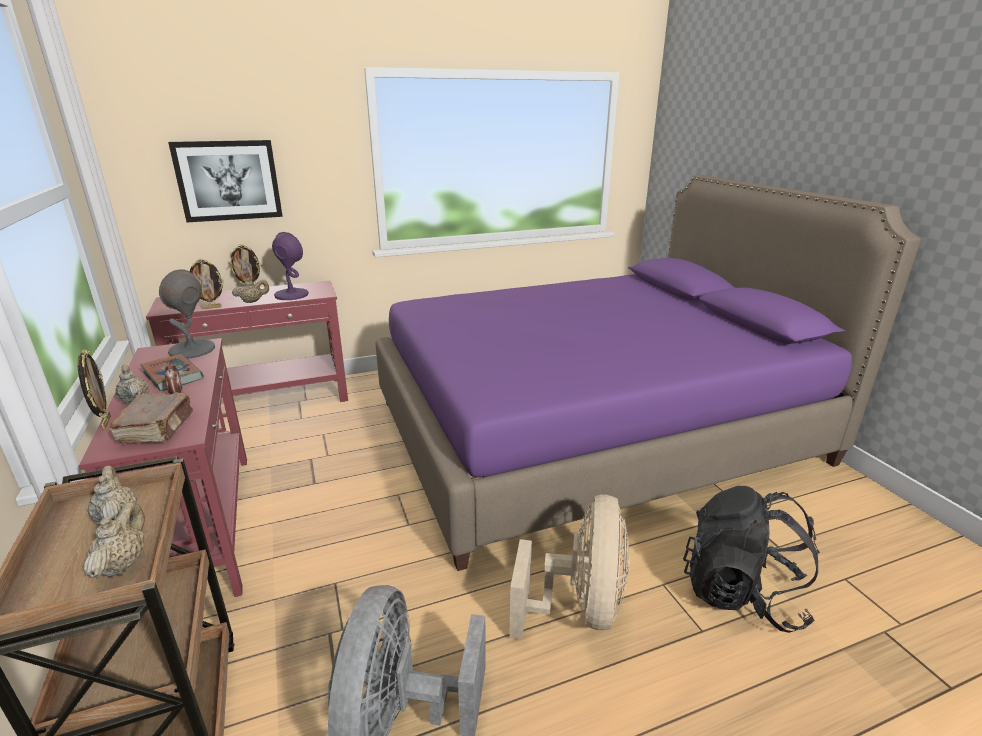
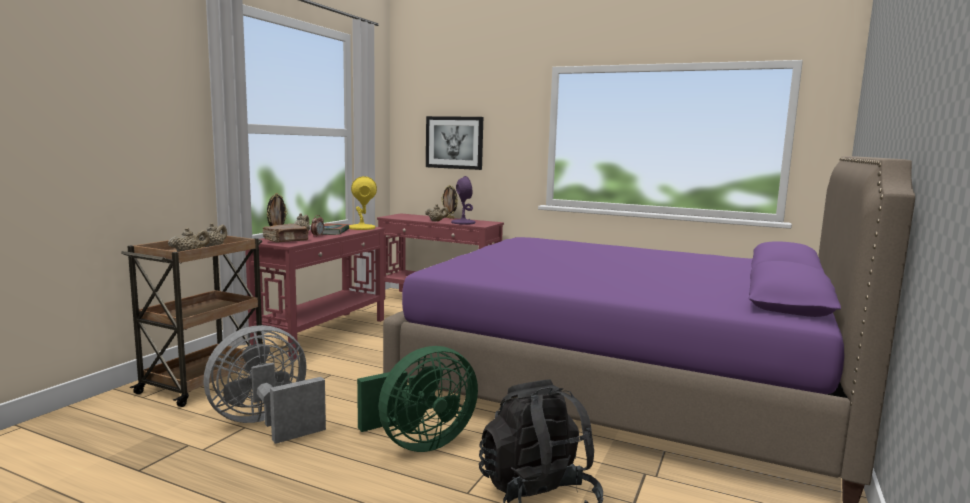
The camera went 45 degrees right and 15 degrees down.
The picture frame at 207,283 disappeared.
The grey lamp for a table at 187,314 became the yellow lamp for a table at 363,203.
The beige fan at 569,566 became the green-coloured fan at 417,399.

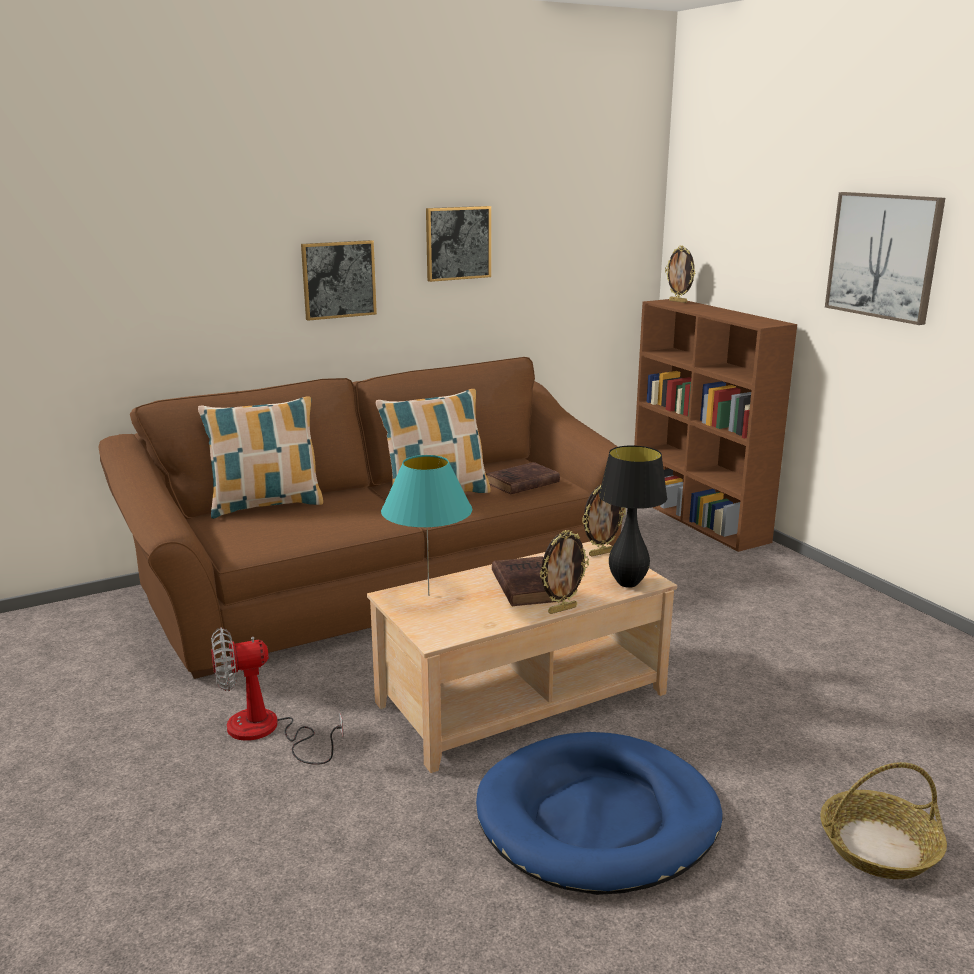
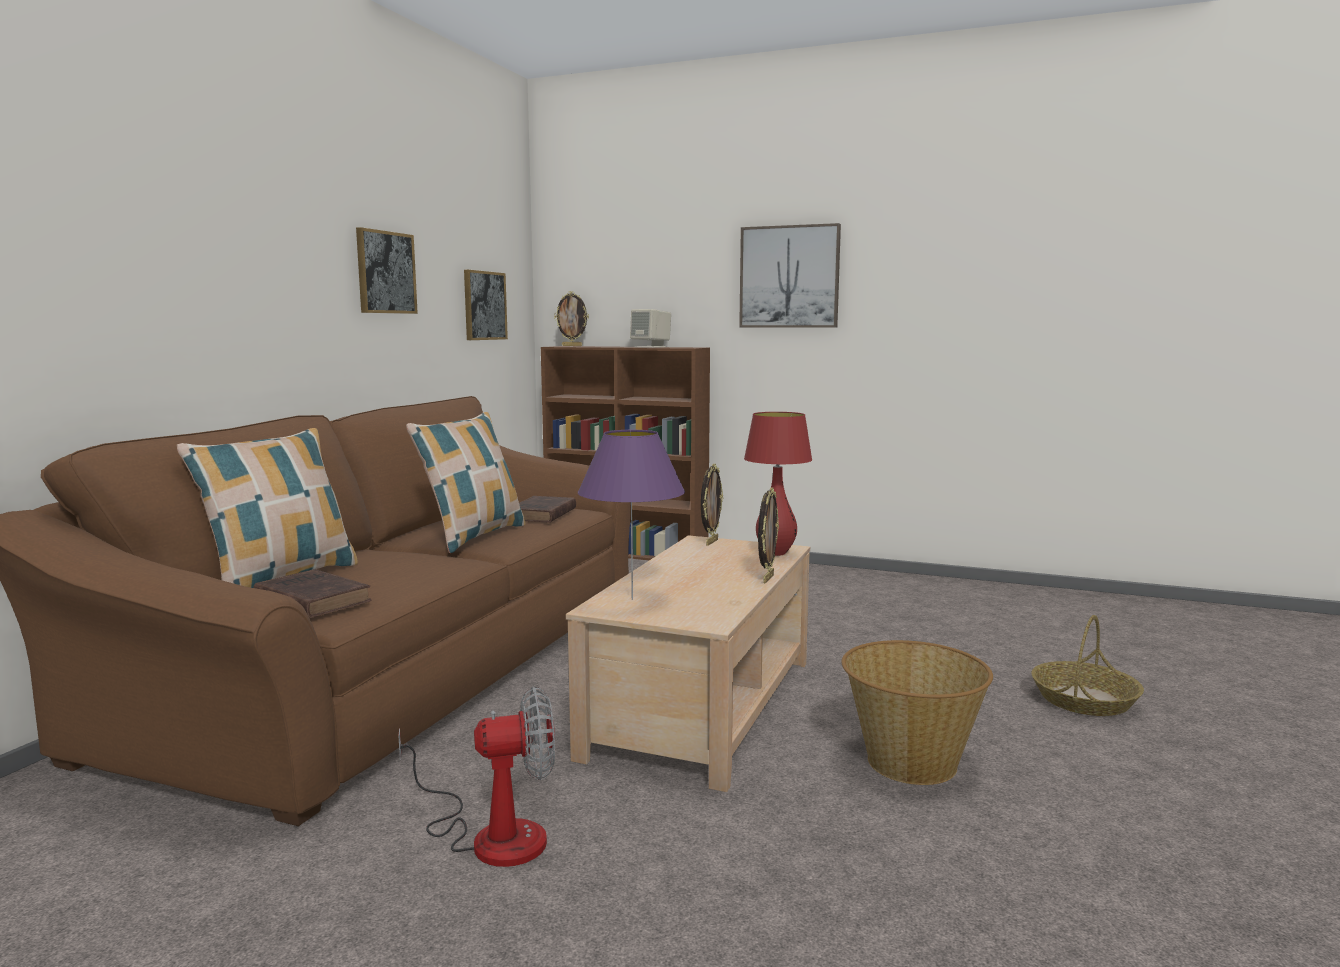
The camera went 40 degrees left and 10 degrees down.
The beige audio speaker at 650,328 appeared.
The wall art moved from 339,280 to 486,305.
The brown-coloured volume moved from 526,581 to 312,593.
The blue dog bed at 599,813 was replaced by the storage basket at 917,712.
The turquoise-coloured lamp for a table at 426,525 became the purple lamp for a table at 631,515.
The black lamp for a table at 633,516 became the red lamp for a table at 778,484.
The fan at 277,696 turned 135 degrees counterclockwise.

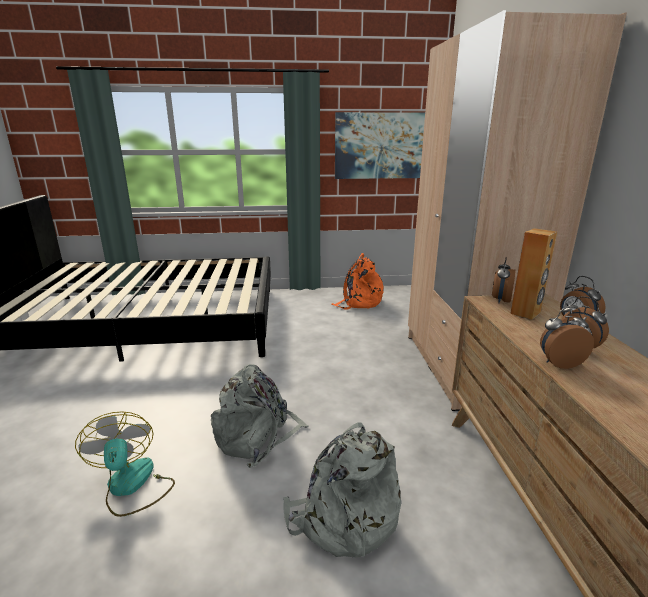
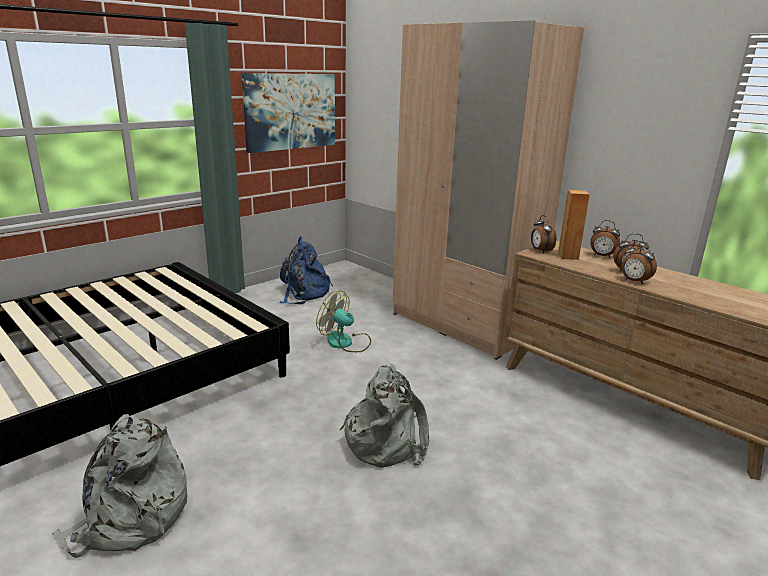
The camera went 40 degrees left and 0 degrees up.
The fan moved from 125,464 to 343,321.
The grey backpack moved from 342,490 to 119,486.
The orangey backpack at 357,281 became the blue backpack at 306,270.
The alarm clock at 567,338 turned 90 degrees counterclockwise.

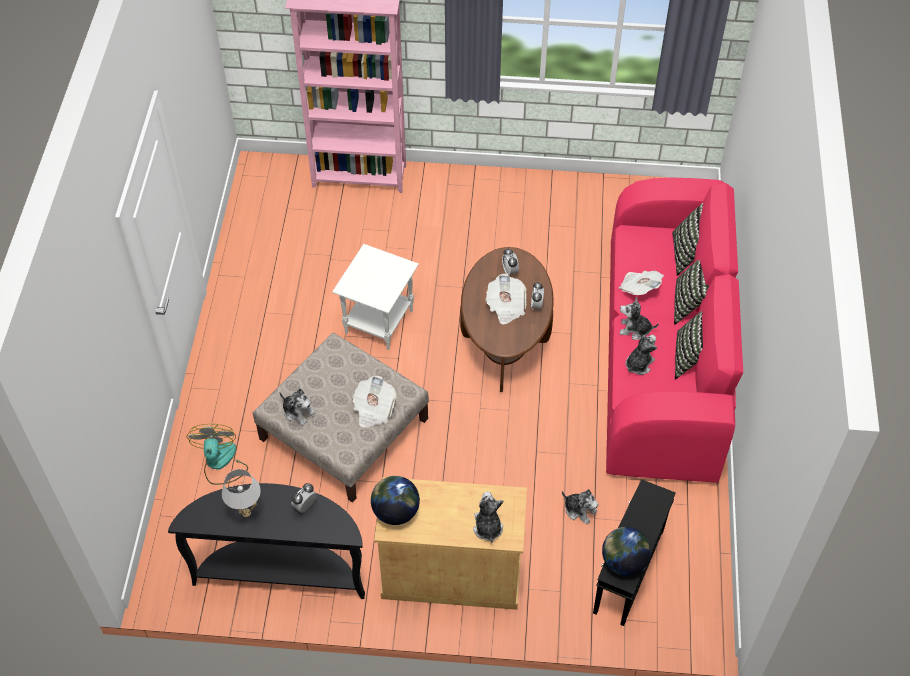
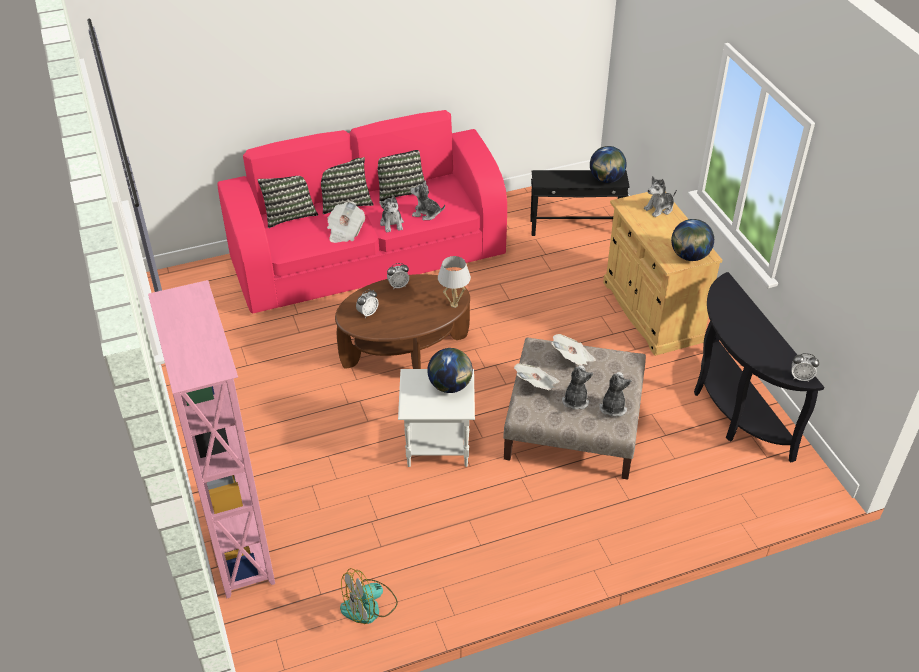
The camera went 115 degrees left and 10 degrees down.
The desk globe at 450,370 appeared.
The fan moved from 217,454 to 369,596.
The white lamp for a table moved from 241,493 to 454,282.
The alarm clock moved from 304,498 to 805,367.
The daily paper moved from 505,299 to 537,377.
The cuddly toy moved from 580,506 to 577,387.

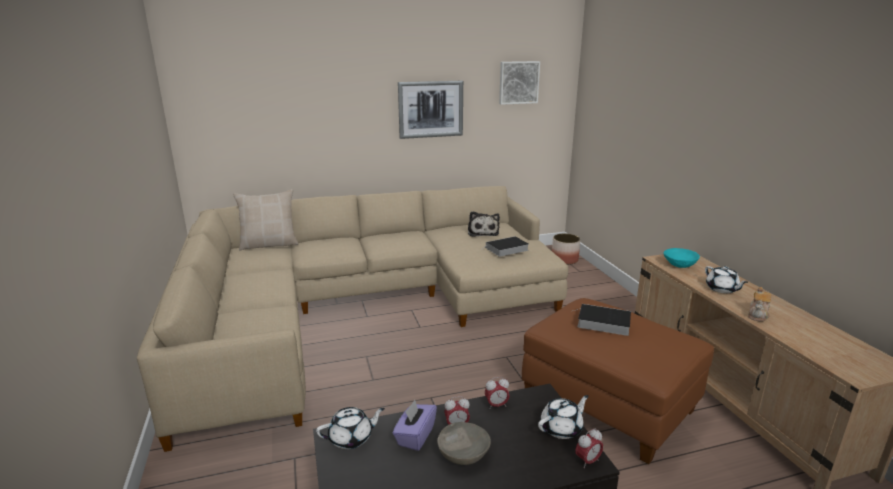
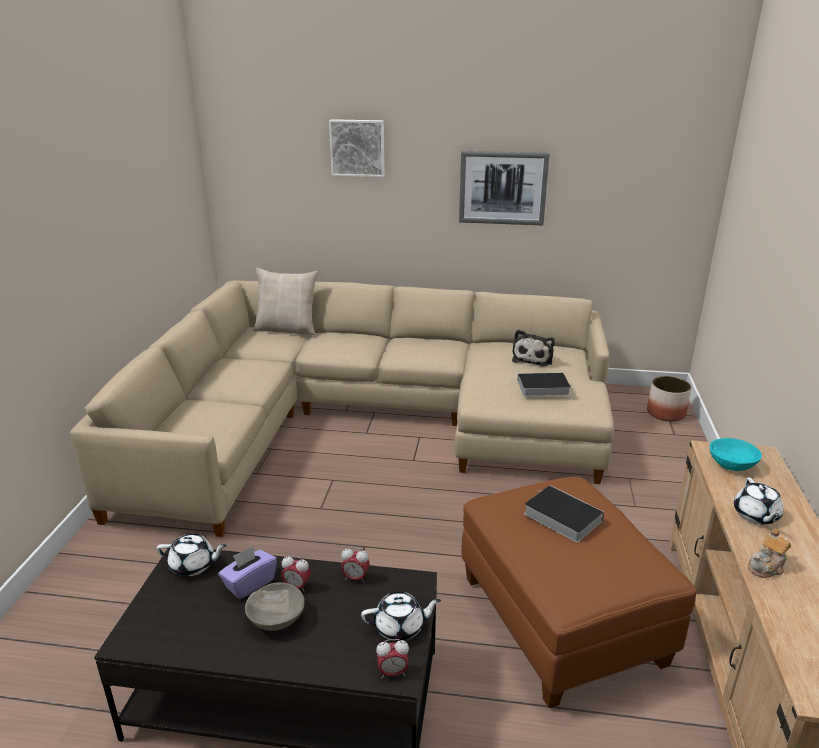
The camera went 25 degrees right and 5 degrees up.
The wall art moved from 519,83 to 357,148.

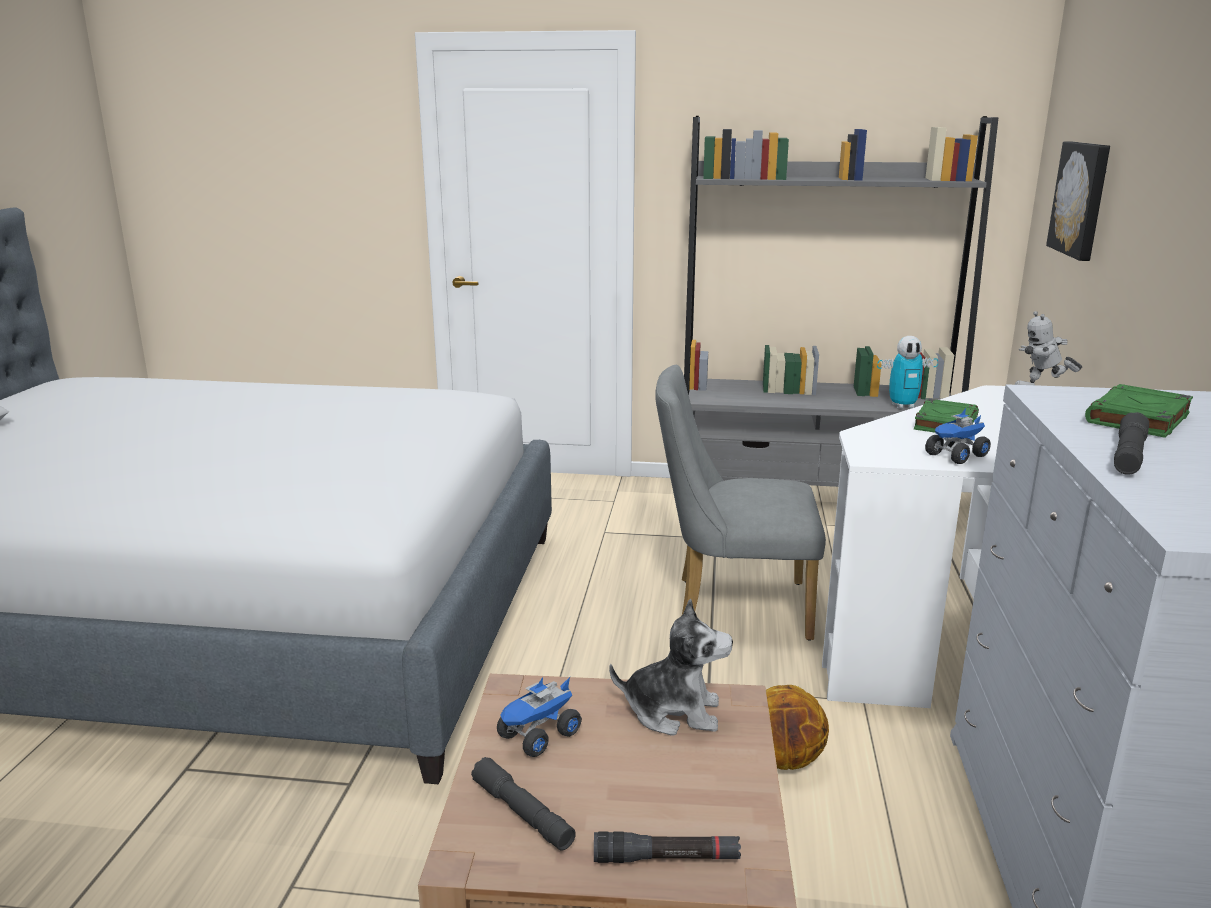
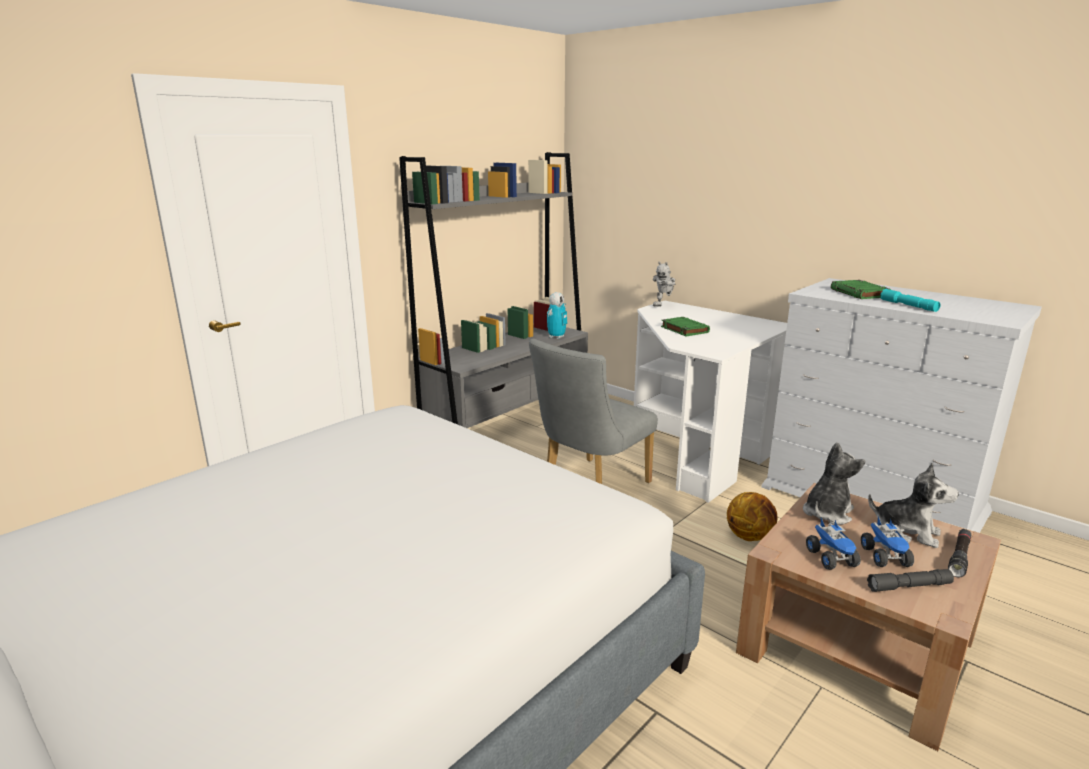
The camera went 55 degrees left and 0 degrees up.
The wall art at 1078,201 disappeared.
The cuddly toy at 913,505 appeared.
The toy lorry moved from 958,436 to 887,542.
The grey torch at 1131,443 became the turquoise-coloured torch at 910,300.

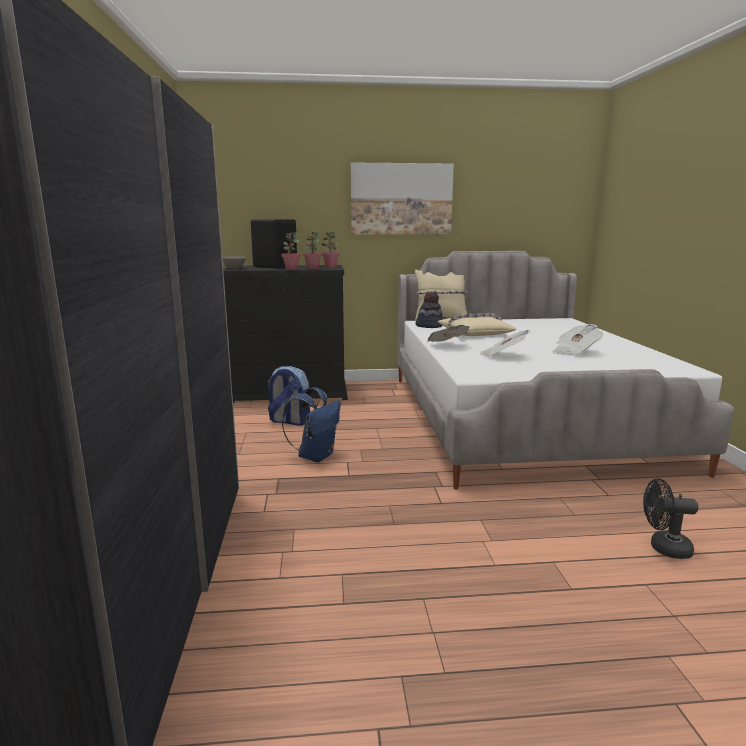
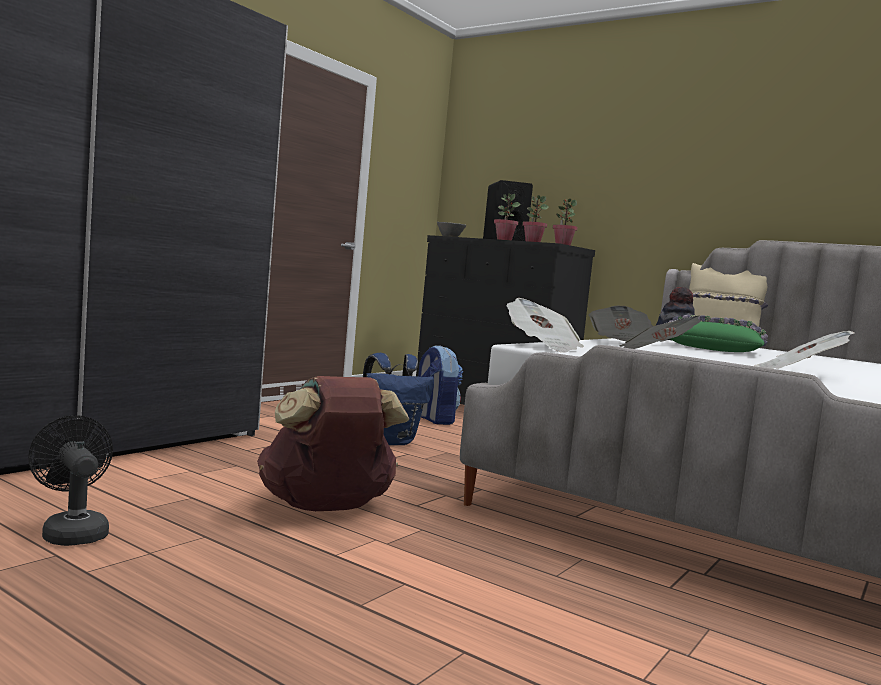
The camera went 40 degrees right and 10 degrees down.
The wall art at 402,198 disappeared.
The brown-coloured backpack at 333,443 appeared.
The daily paper at 545,325 appeared.
The black fan moved from 670,518 to 70,480.
The beige throw pillow at 477,324 became the green-coloured throw pillow at 718,333.

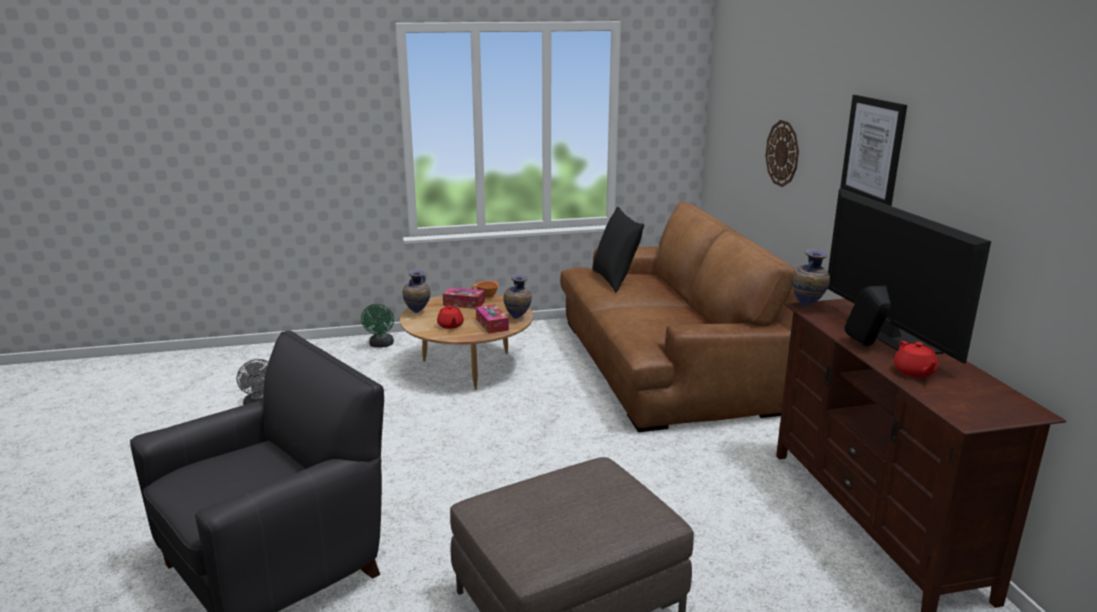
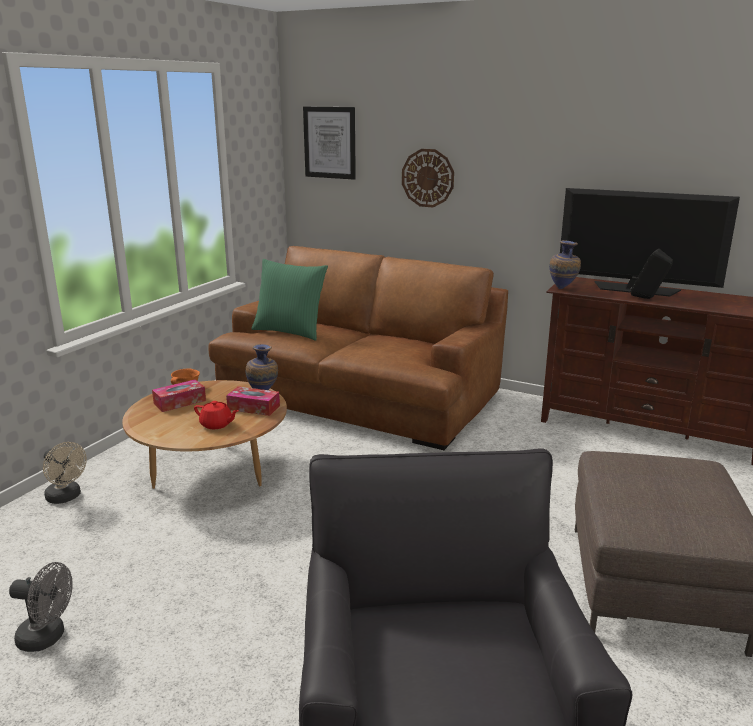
The camera went 50 degrees left and 0 degrees up.
The flower vase at 416,291 disappeared.
The red pot for tea at 916,359 disappeared.
The wall art moved from 873,150 to 329,142.
The green-coloured fan at 377,326 became the beige fan at 65,473.
The black throw pillow at 618,249 became the green-coloured throw pillow at 289,299.

